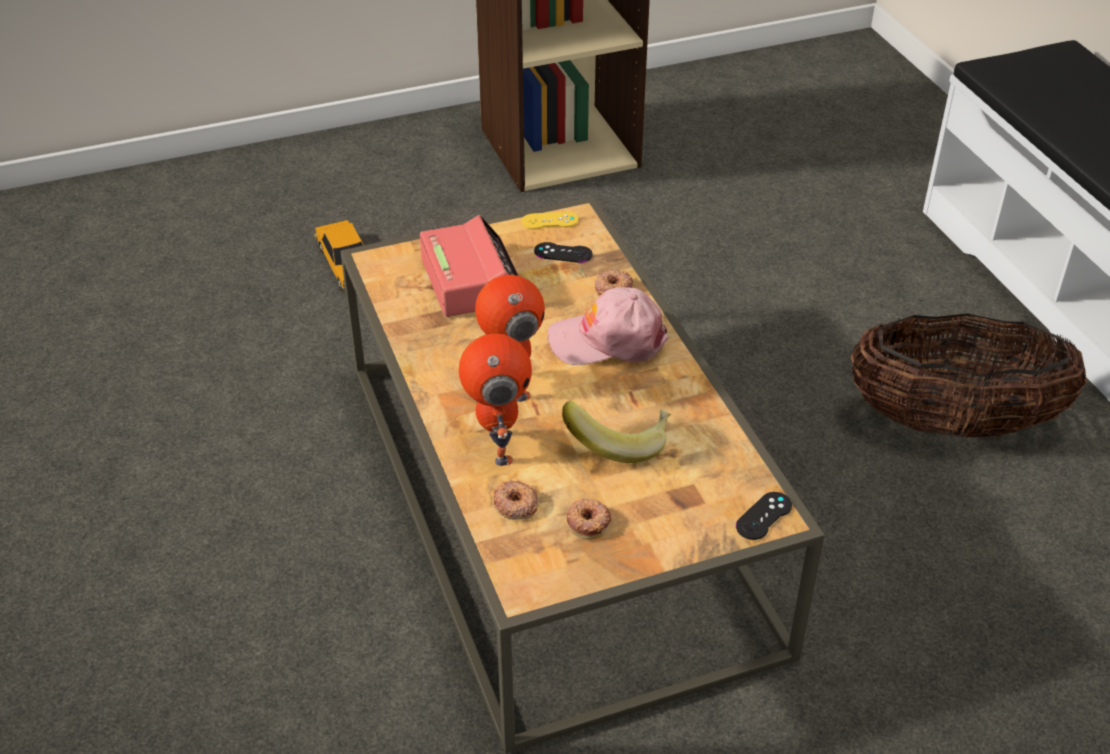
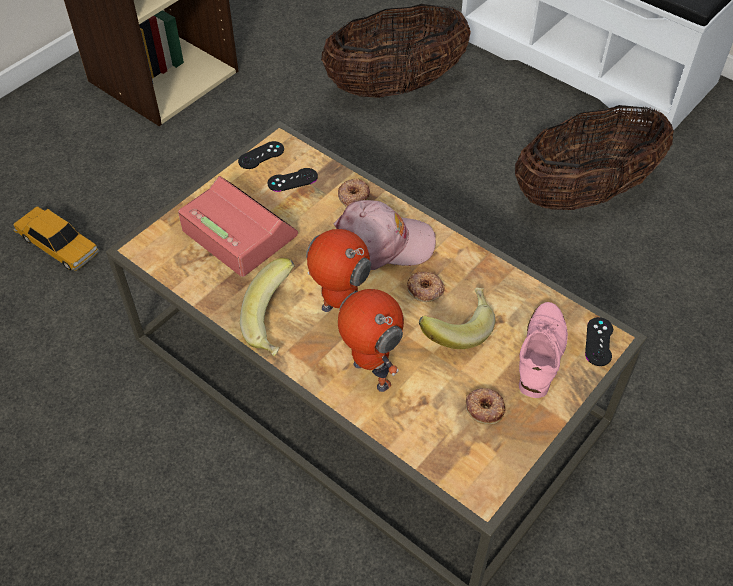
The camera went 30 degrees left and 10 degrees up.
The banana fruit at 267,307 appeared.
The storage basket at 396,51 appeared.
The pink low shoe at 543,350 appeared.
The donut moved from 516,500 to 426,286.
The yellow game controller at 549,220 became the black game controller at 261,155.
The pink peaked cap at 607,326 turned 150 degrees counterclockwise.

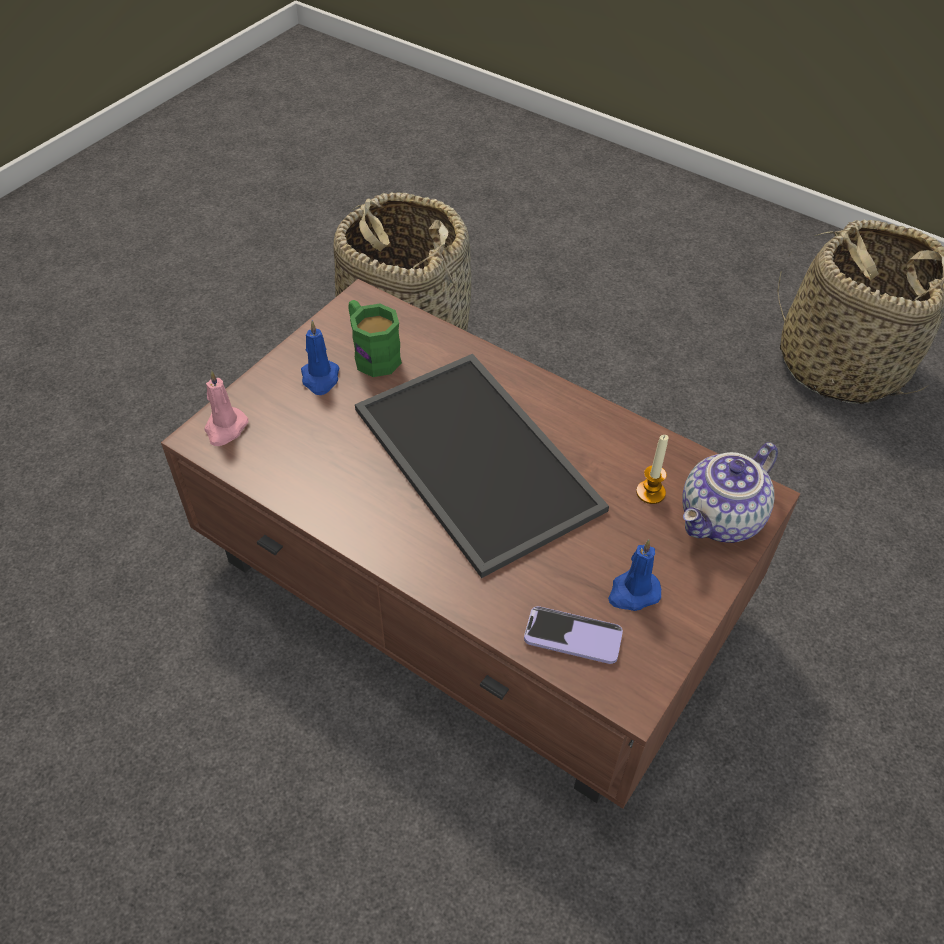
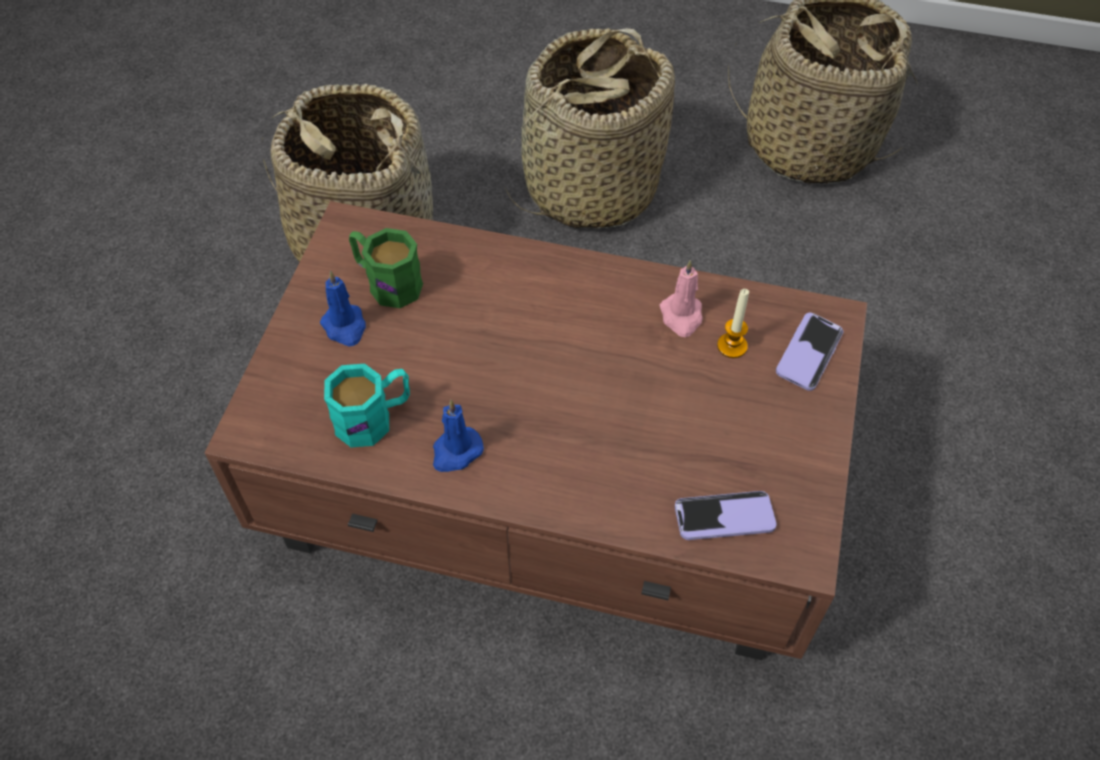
The camera went 20 degrees left and 5 degrees up.
The carrying tray at 482,466 disappeared.
The turquoise-coloured mug at 367,406 appeared.
The storage basket at 590,128 appeared.
The pink wax candle moved from 226,408 to 681,298.
The blue wax candle moved from 634,575 to 458,436.
The pot for tea at 730,492 was replaced by the telephone at 809,352.

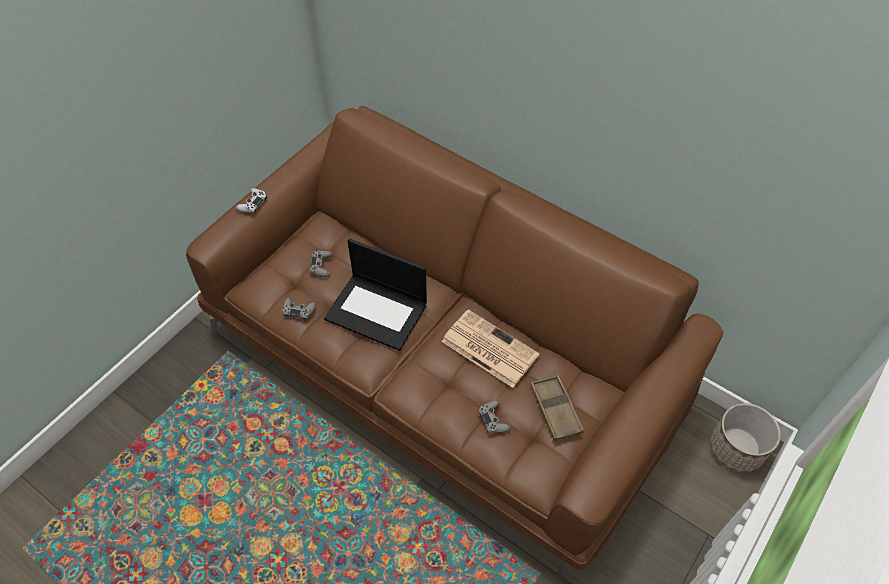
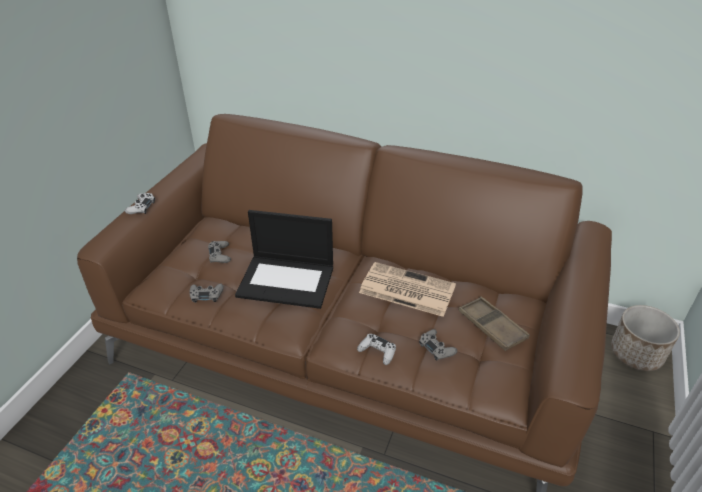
The camera went 15 degrees left and 15 degrees down.
The white game controller at 376,349 appeared.

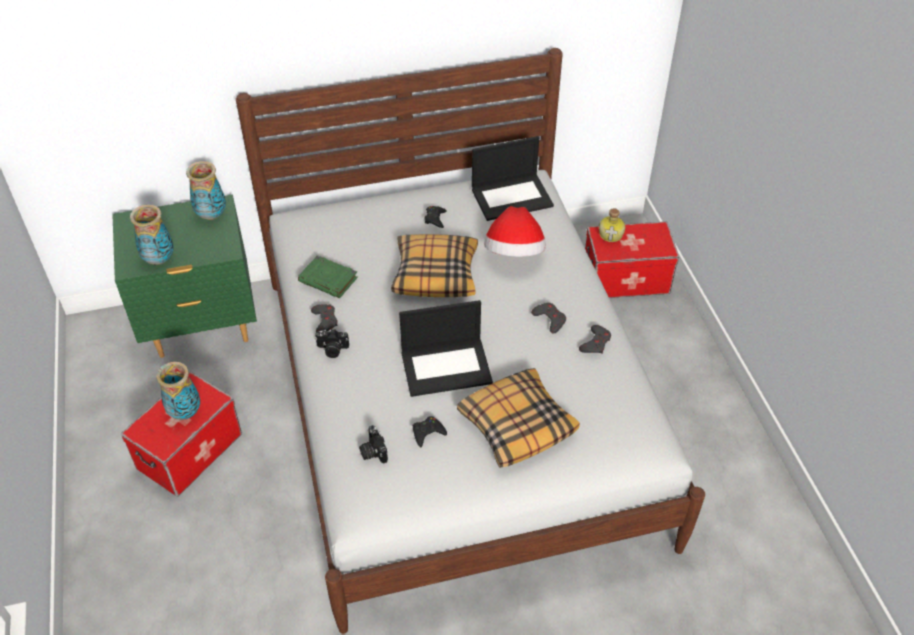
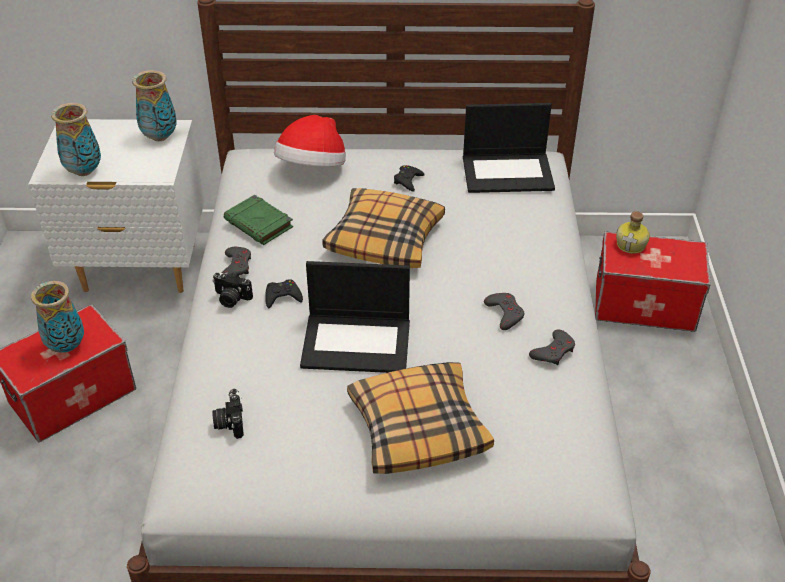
The camera went 15 degrees right and 5 degrees down.
The black game controller moved from 430,431 to 284,293.
The hat moved from 515,231 to 310,141.
The green-coloured nightstand at 184,276 became the white nightstand at 116,206.

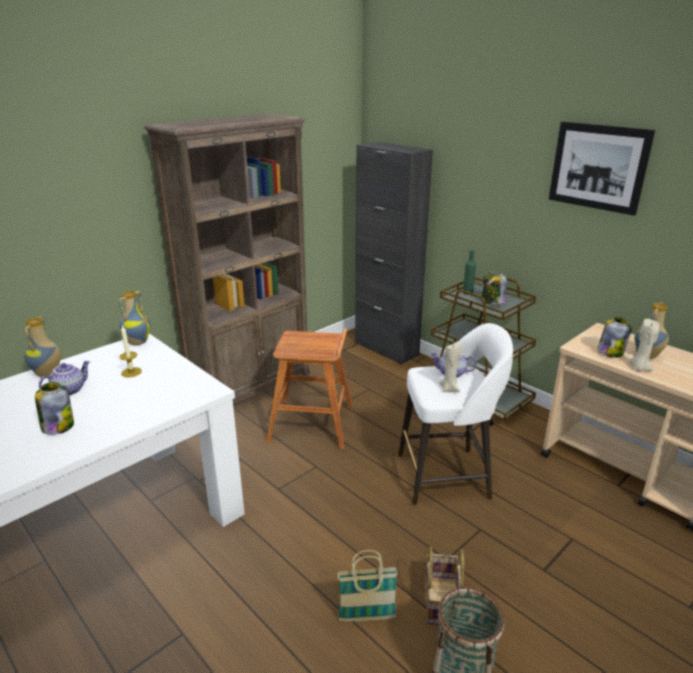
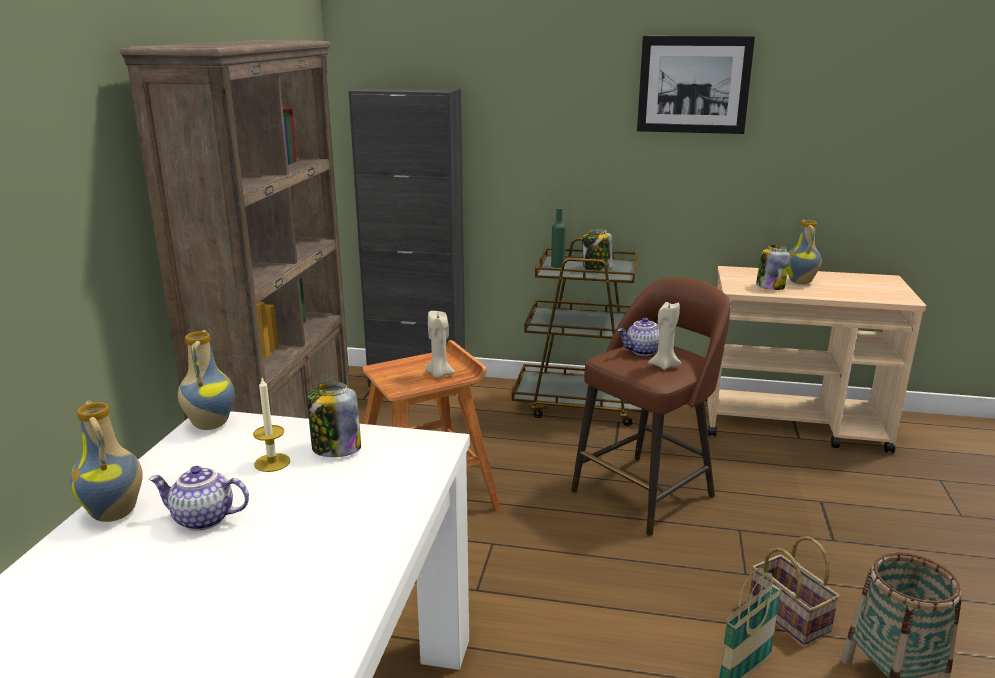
The camera went 35 degrees left and 5 degrees down.
The jar moved from 54,408 to 334,419.
The beige wax candle moved from 644,345 to 439,344.
The white stool at 455,414 became the brown-coloured stool at 651,406.
The pot for tea at 64,378 turned 90 degrees counterclockwise.

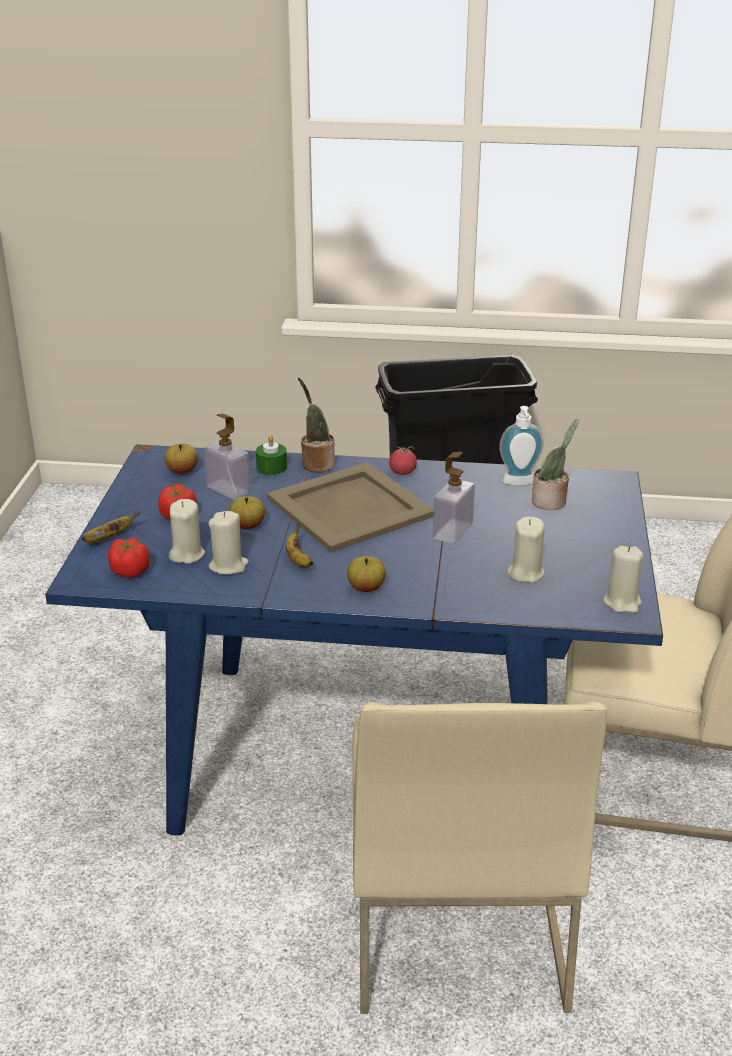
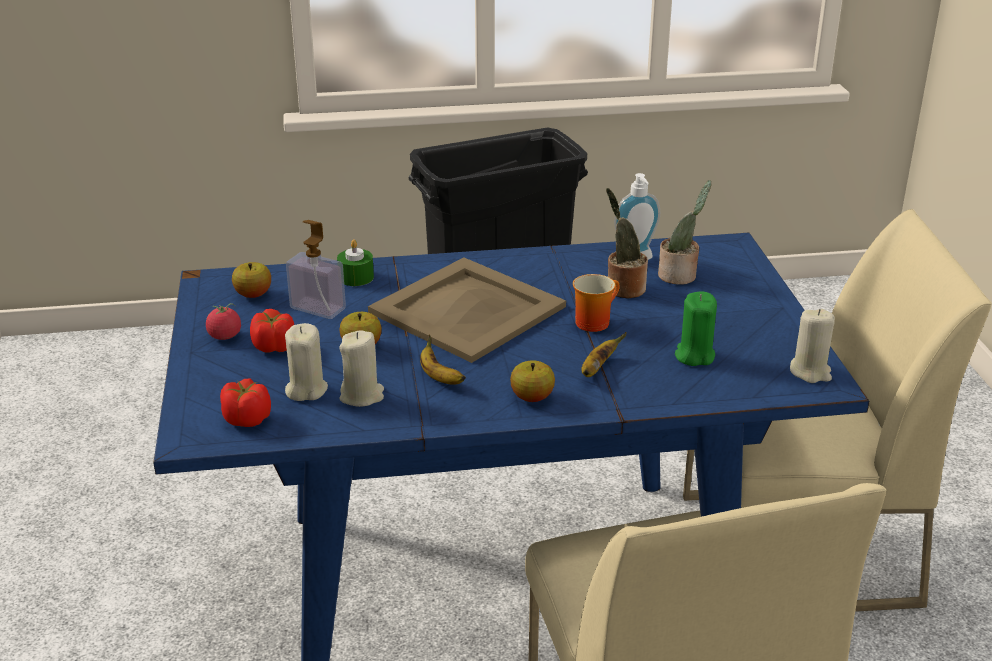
The camera went 15 degrees left and 0 degrees up.
The banana fruit moved from 111,527 to 604,354.
The potted plant moved from 316,424 to 627,243.
The whole tomato moved from 403,460 to 223,321.
The soap dispenser at 454,498 was replaced by the mug at 596,303.
The beige wax candle at 526,550 became the green-coloured wax candle at 696,328.

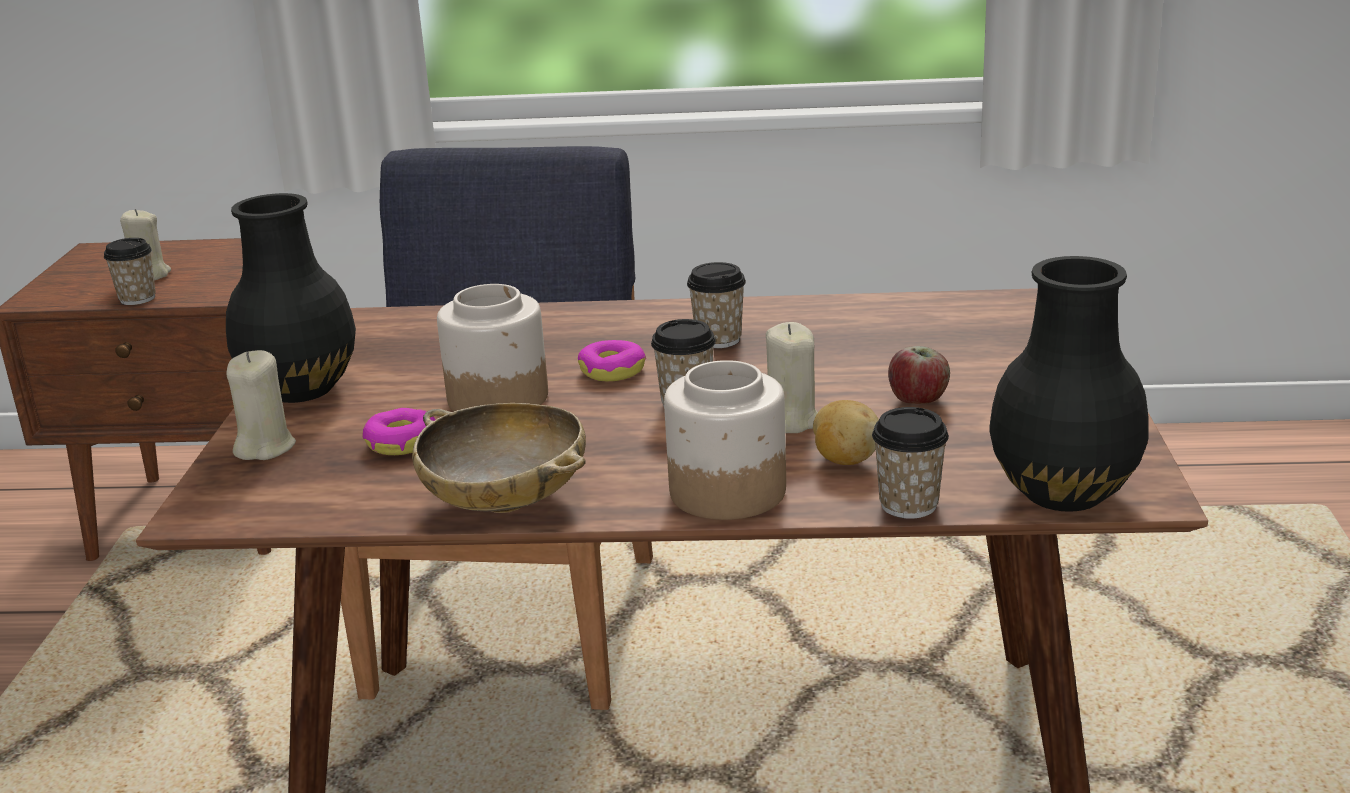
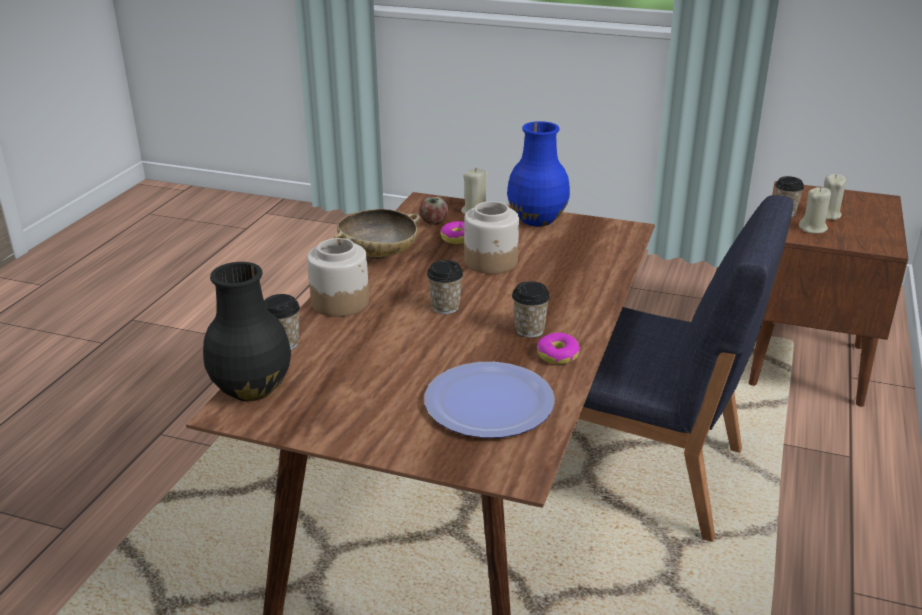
The camera went 105 degrees right and 5 degrees up.
The potato at 846,432 disappeared.
The flat dish at 489,400 appeared.
The donut moved from 612,361 to 558,348.
The beige wax candle moved from 792,377 to 815,210.
The apple moved from 919,375 to 434,210.
The black flower vase at 291,298 became the blue flower vase at 538,174.

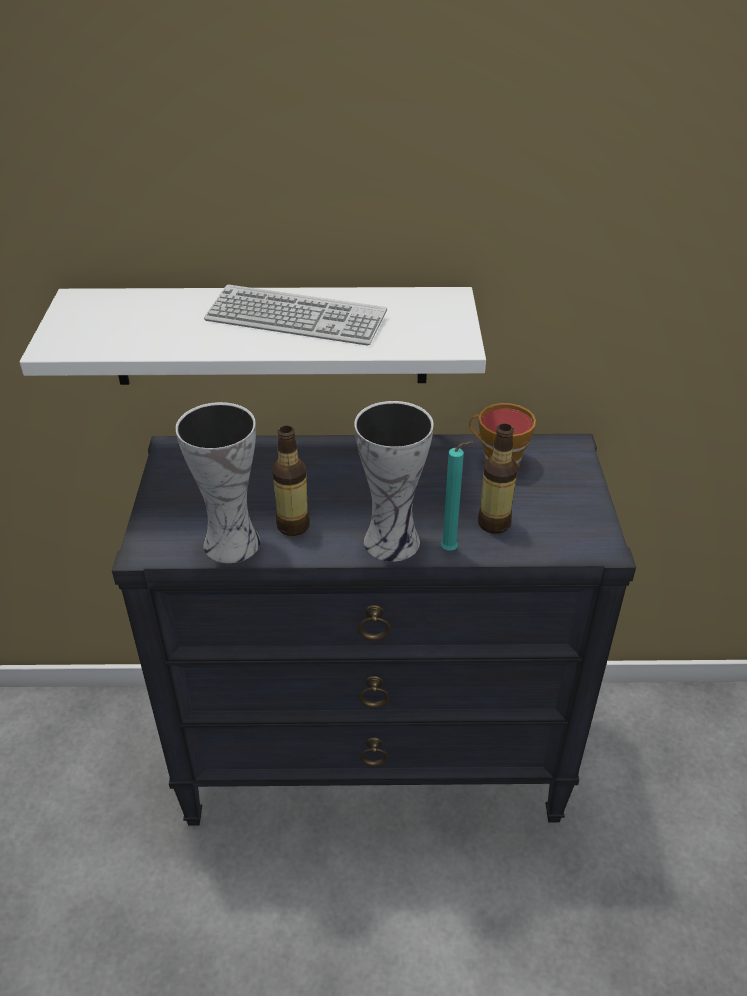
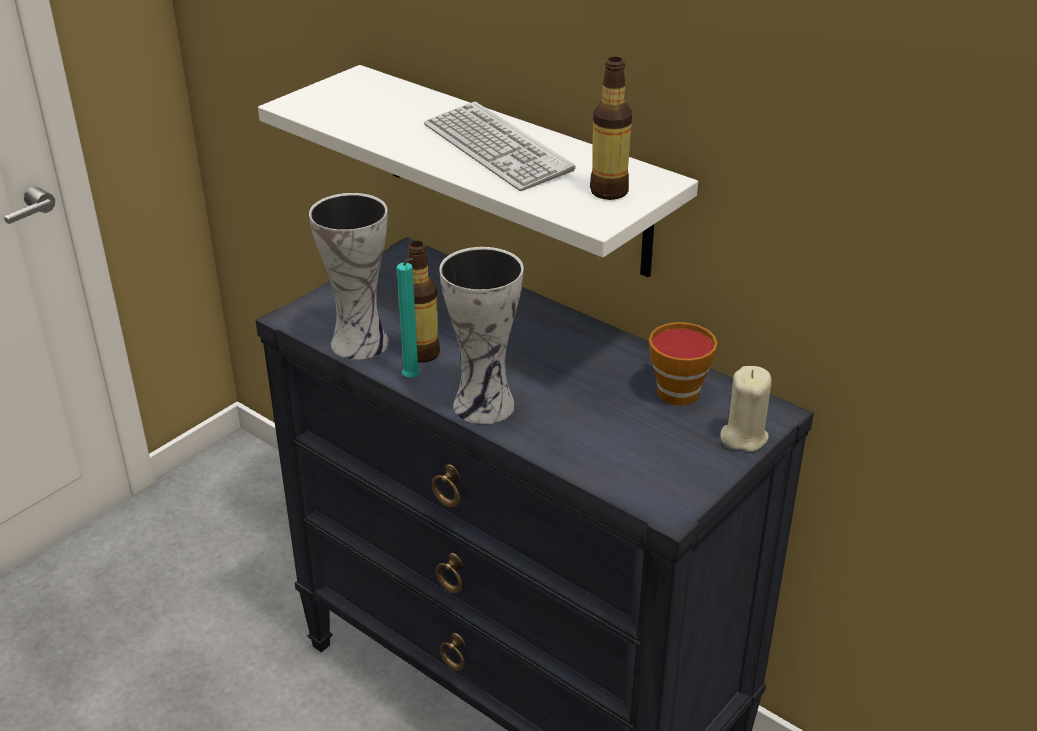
The camera went 40 degrees right and 5 degrees down.
The beige wax candle at 746,409 appeared.
The turquoise-coloured wax candle moved from 457,496 to 408,318.
The bottle moved from 498,479 to 611,128.

